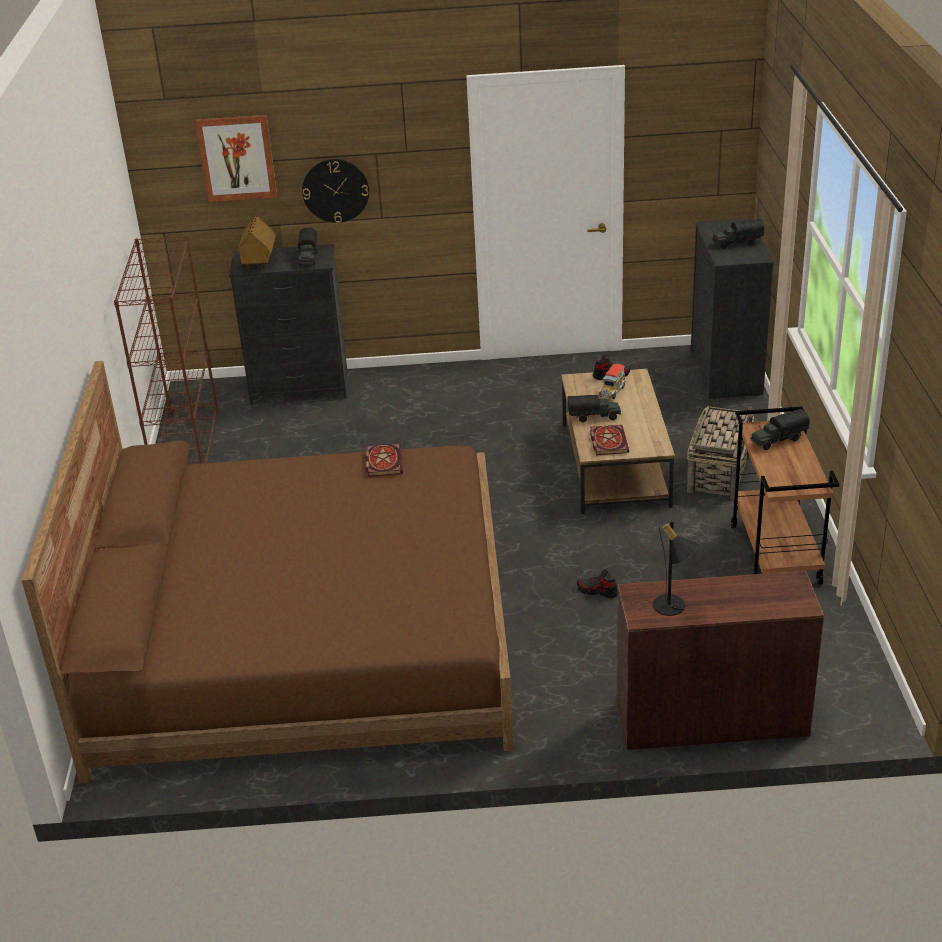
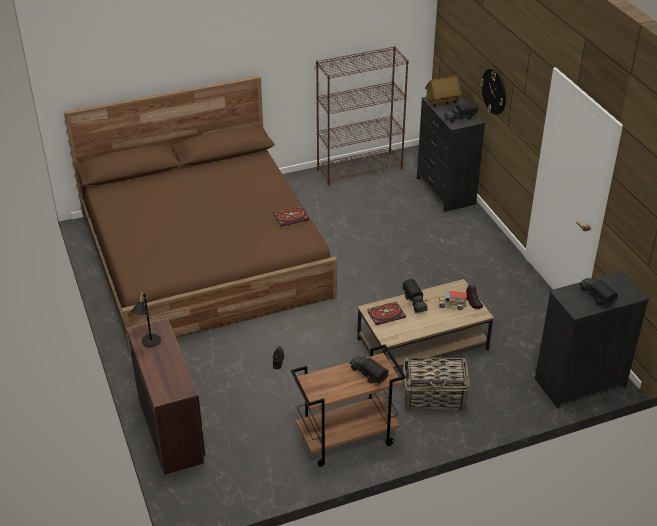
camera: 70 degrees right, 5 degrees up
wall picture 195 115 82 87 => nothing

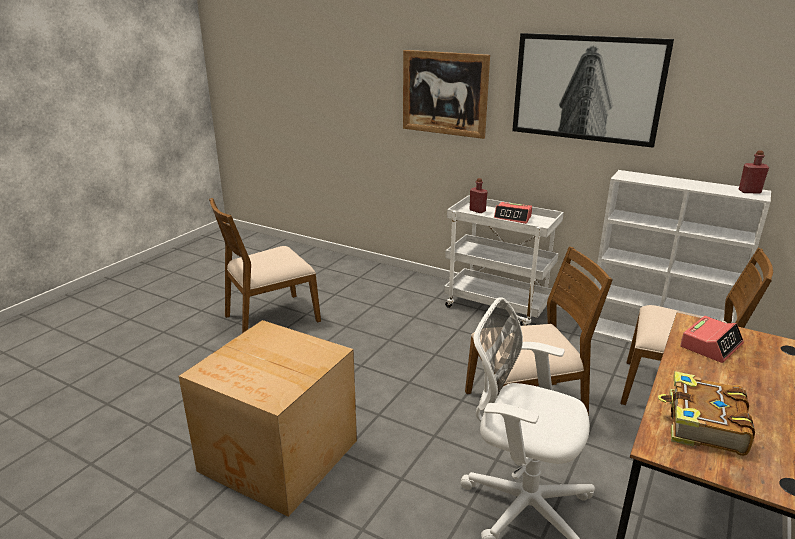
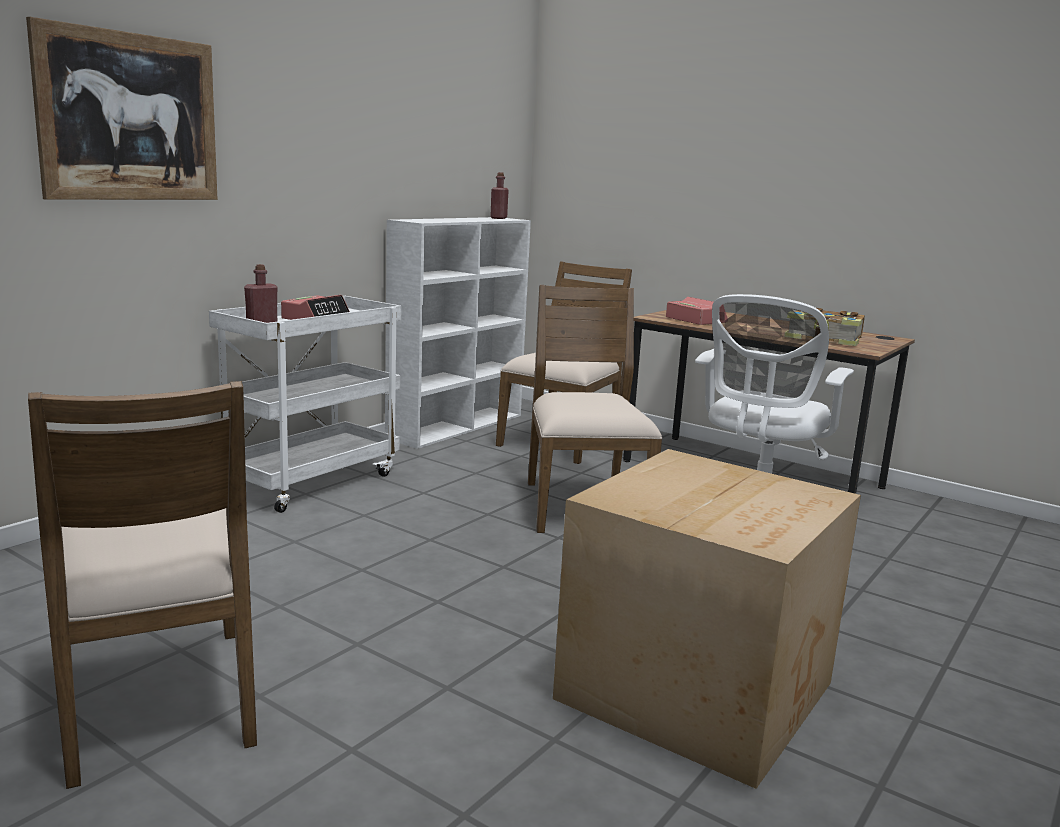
camera: 85 degrees left, 10 degrees down
wall picture 512 33 162 115 => nothing

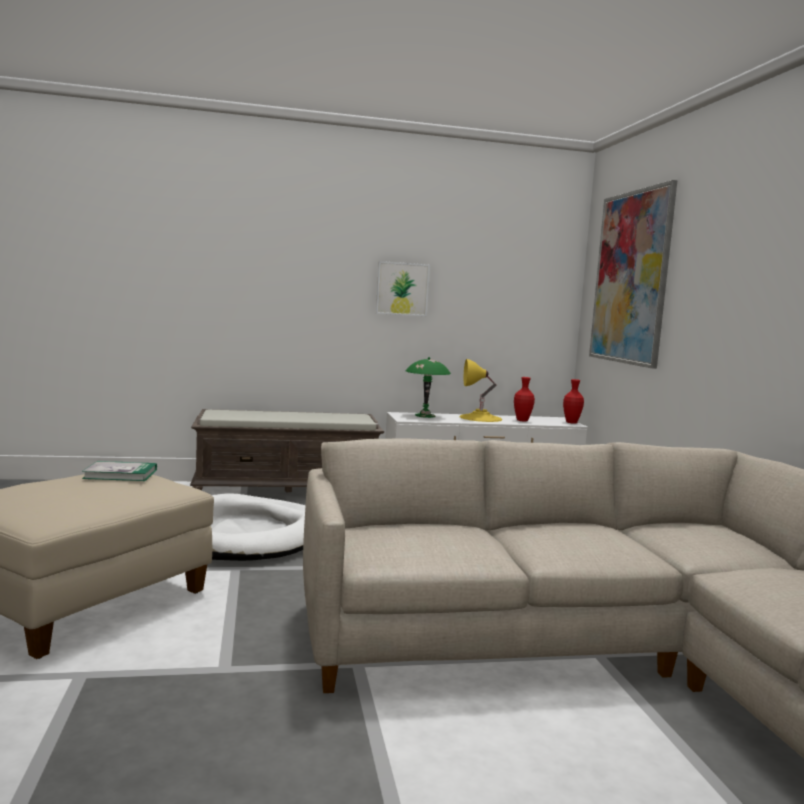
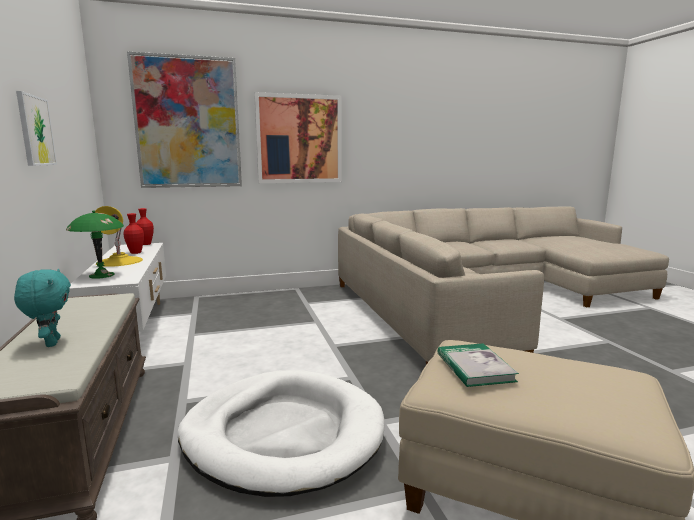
camera: 95 degrees left, 5 degrees up
nothing => turquoise-coloured soft toy 14 269 57 78
nothing => wall picture 254 92 88 91

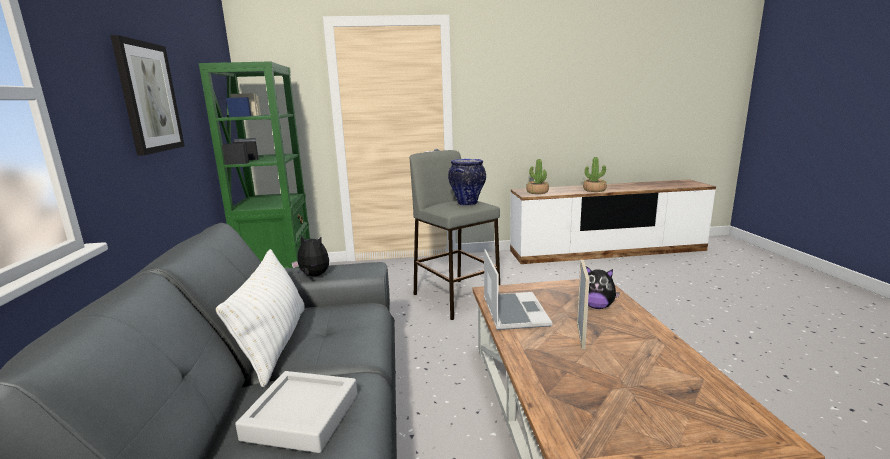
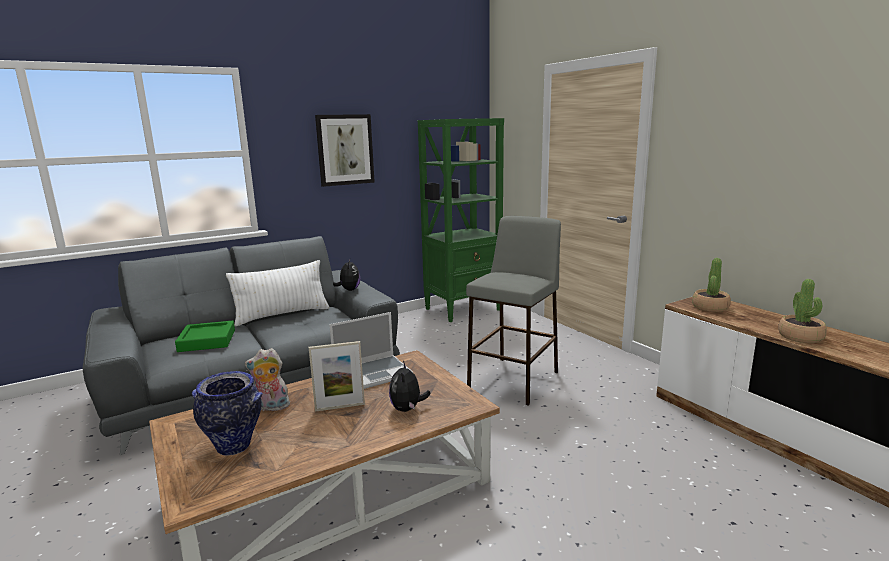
camera: 65 degrees right, 0 degrees up
greyish serving tray 235 371 122 82 => greenish serving tray 175 321 60 31
vase 448 159 38 47 => vase 191 371 72 85, relocated
nothing => soft toy 245 348 45 63

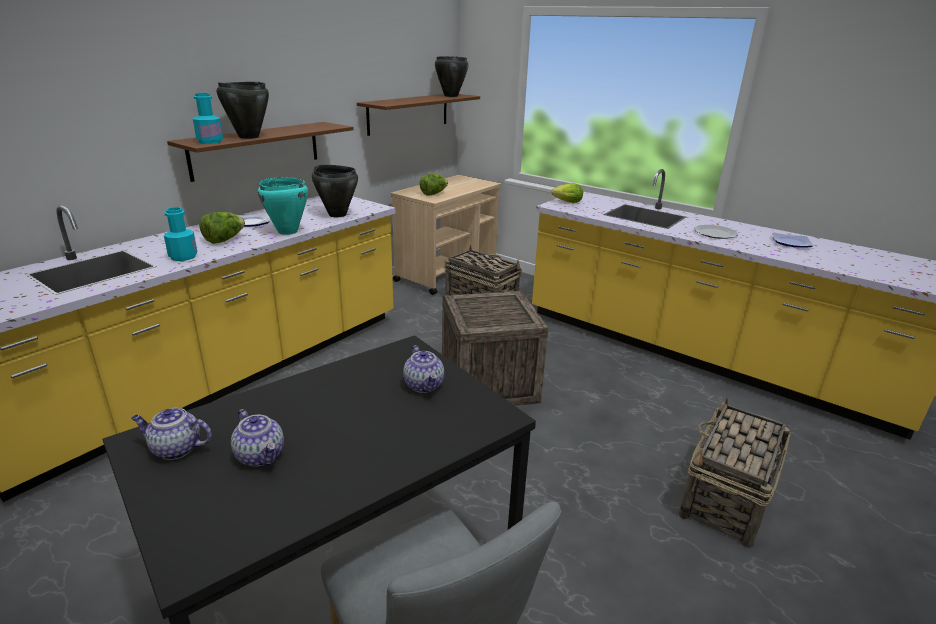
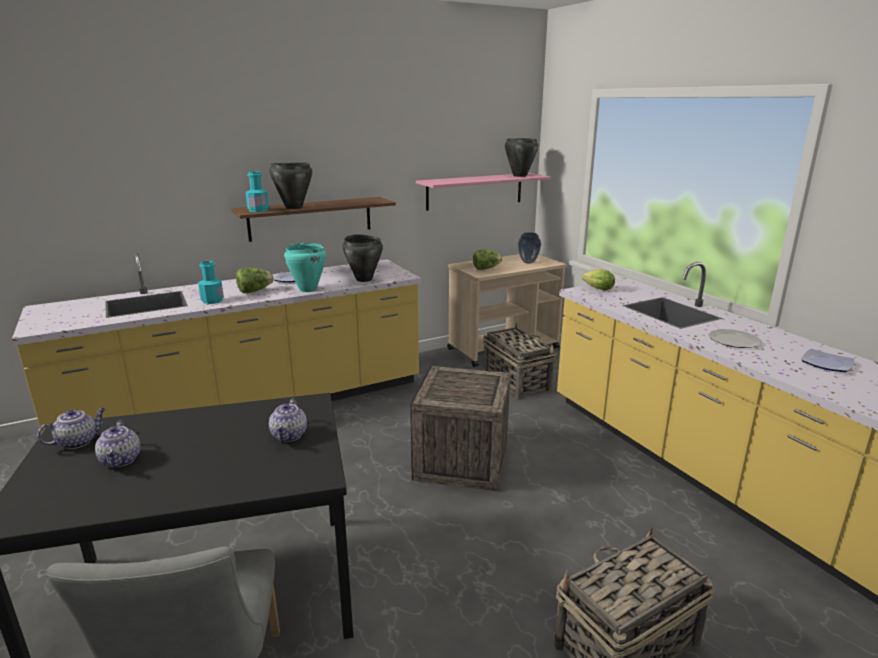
camera: 25 degrees right, 5 degrees down
teapot 131 408 81 52 => teapot 37 408 69 41, 105 degrees clockwise
brown bracket shelf 357 94 123 42 => pink-coloured bracket shelf 416 173 135 38
nothing => vase 518 232 23 31

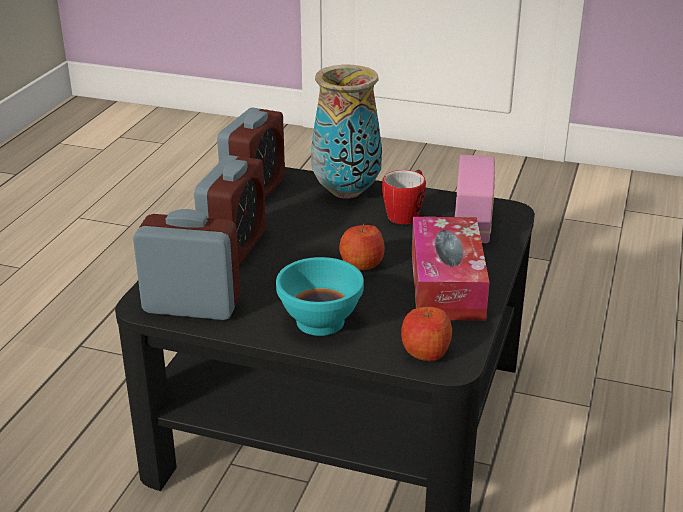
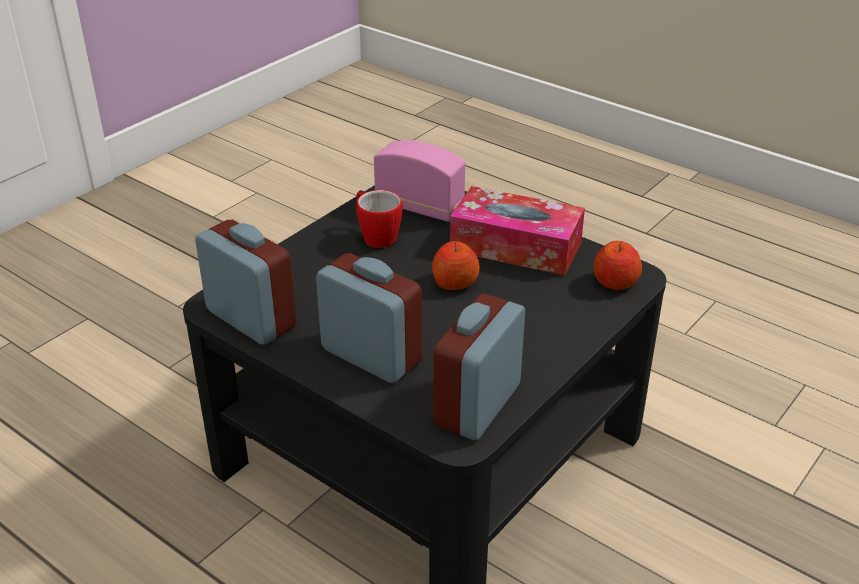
camera: 70 degrees left, 5 degrees up
turquoise-coloured deep dish 276 257 88 79 => nothing
vase 311 65 71 134 => nothing

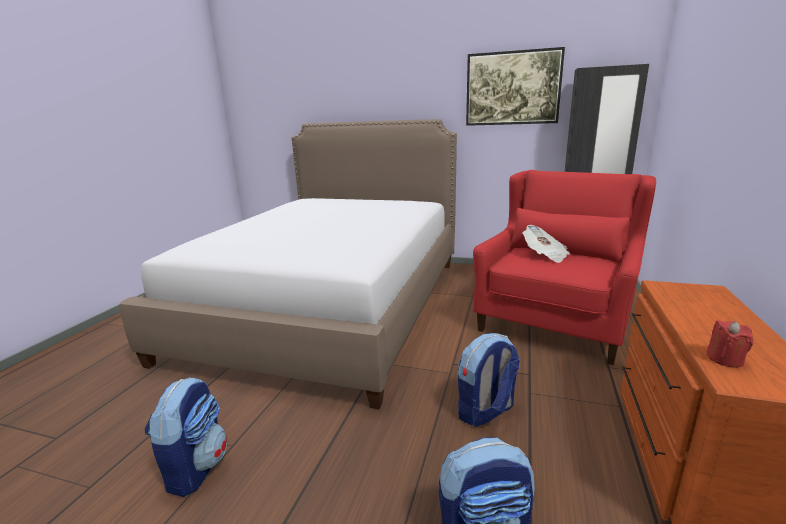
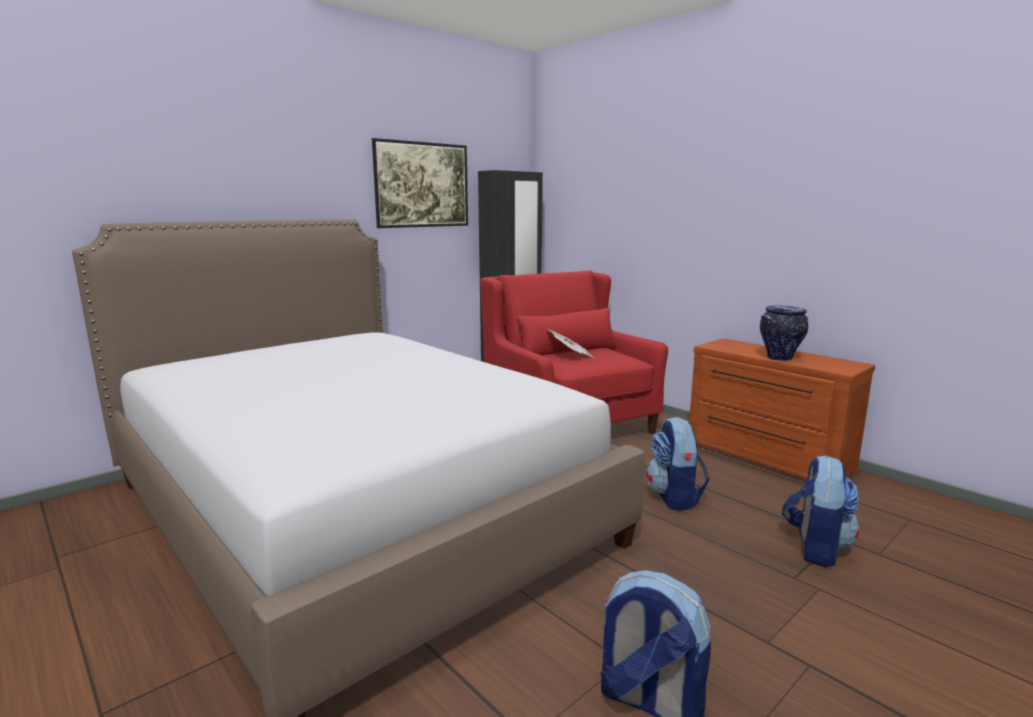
camera: 60 degrees left, 5 degrees down
reddish wax candle 706 320 47 48 => nothing
nothing => vase 760 305 48 56

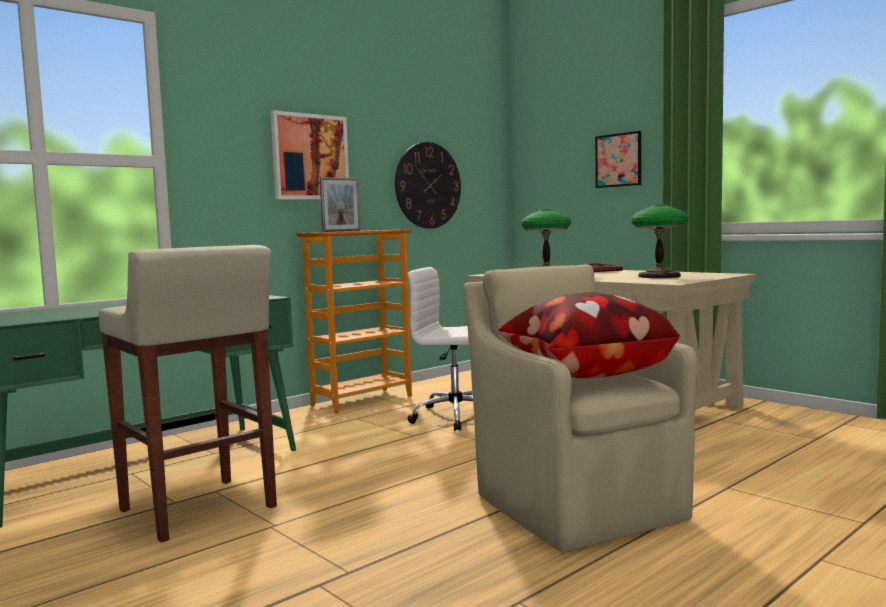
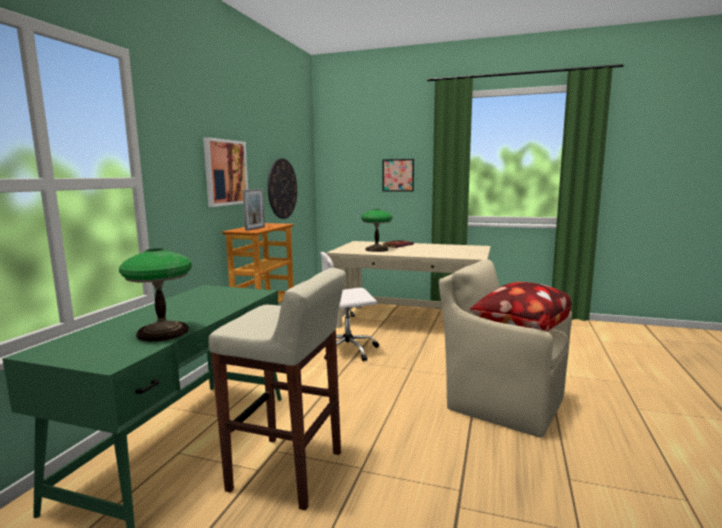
camera: 30 degrees left, 5 degrees up
table lamp 631 205 58 73 => table lamp 119 249 73 92, relocated

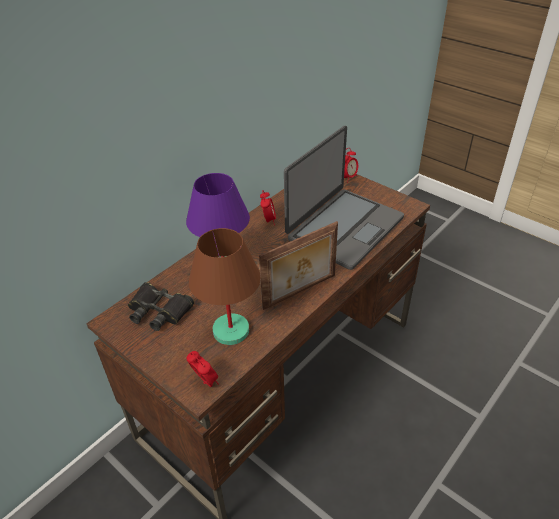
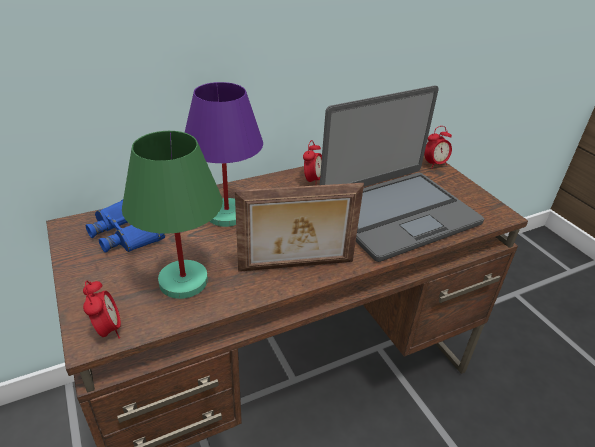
camera: 20 degrees right, 5 degrees down
black-coloured field glasses 128 282 66 49 => bluish field glasses 86 200 79 53
brown table lamp 189 228 72 117 => greenish table lamp 122 131 101 168

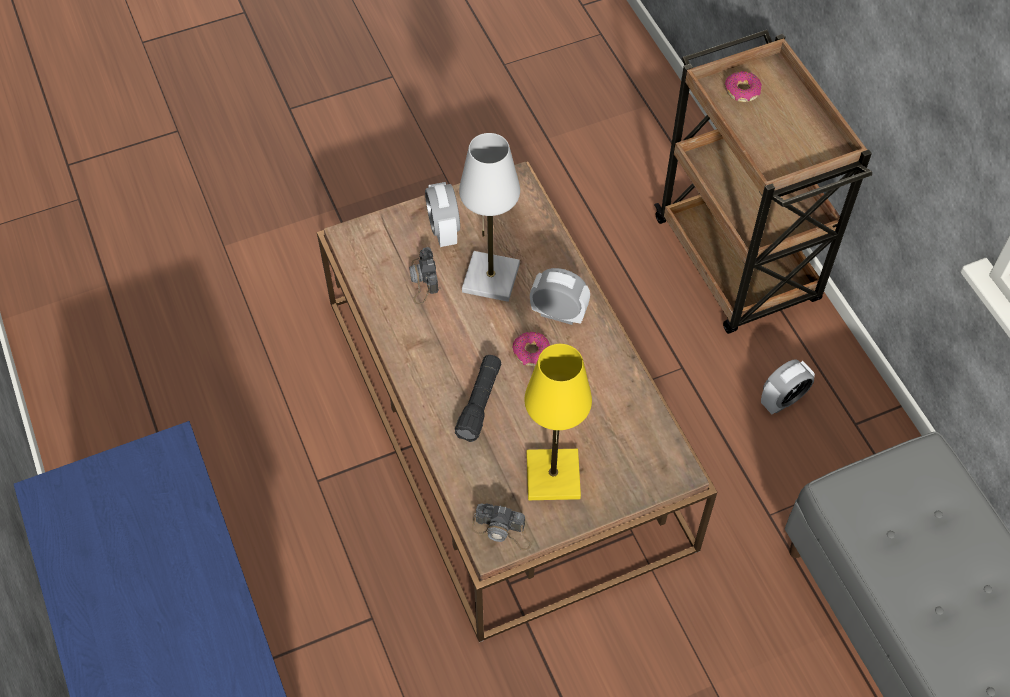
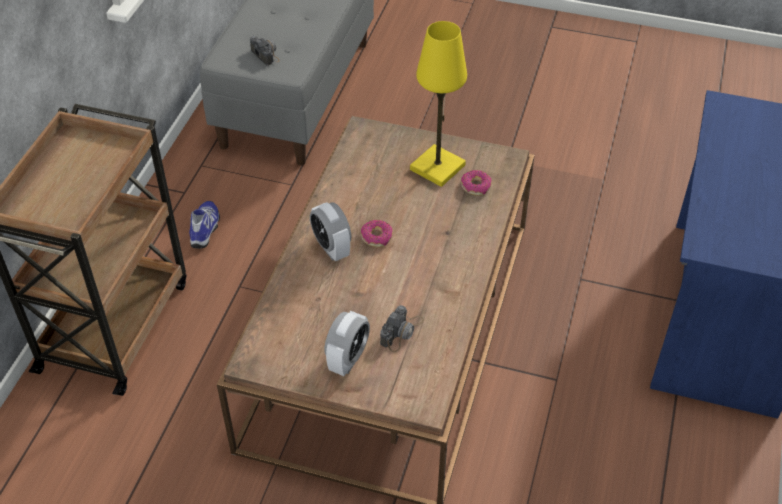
camera: 140 degrees left, 10 degrees down
black-coloured hand torch 455 355 46 87 => nothing
whitish table lamp 459 133 61 169 => nothing
photo camera 472 503 59 47 => photo camera 250 36 30 29, relocated
ring doughnut 725 71 37 31 => ring doughnut 461 170 31 26, relocated
bedside clock 761 359 54 55 => shoe 189 201 31 48

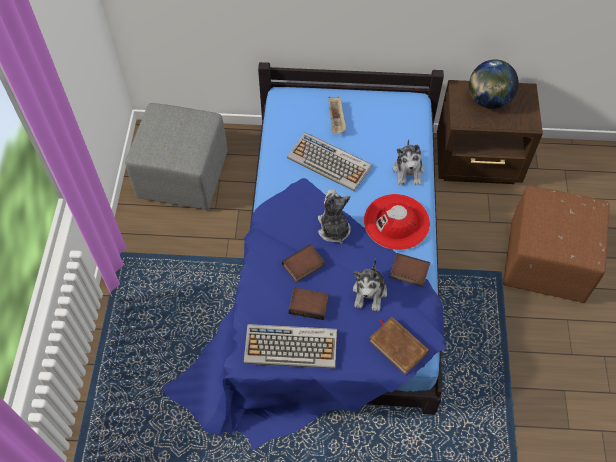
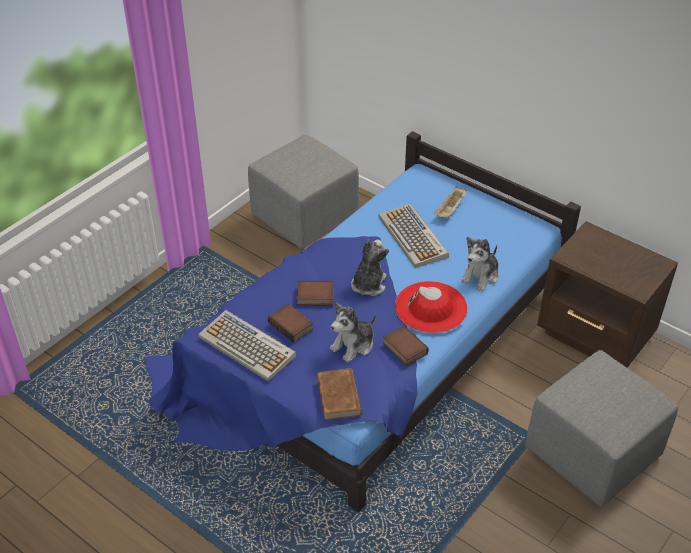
camera: 35 degrees right, 15 degrees down
globe 469 60 50 49 => nothing
brown ottoman 503 186 107 117 => greyish ottoman 525 350 154 157

